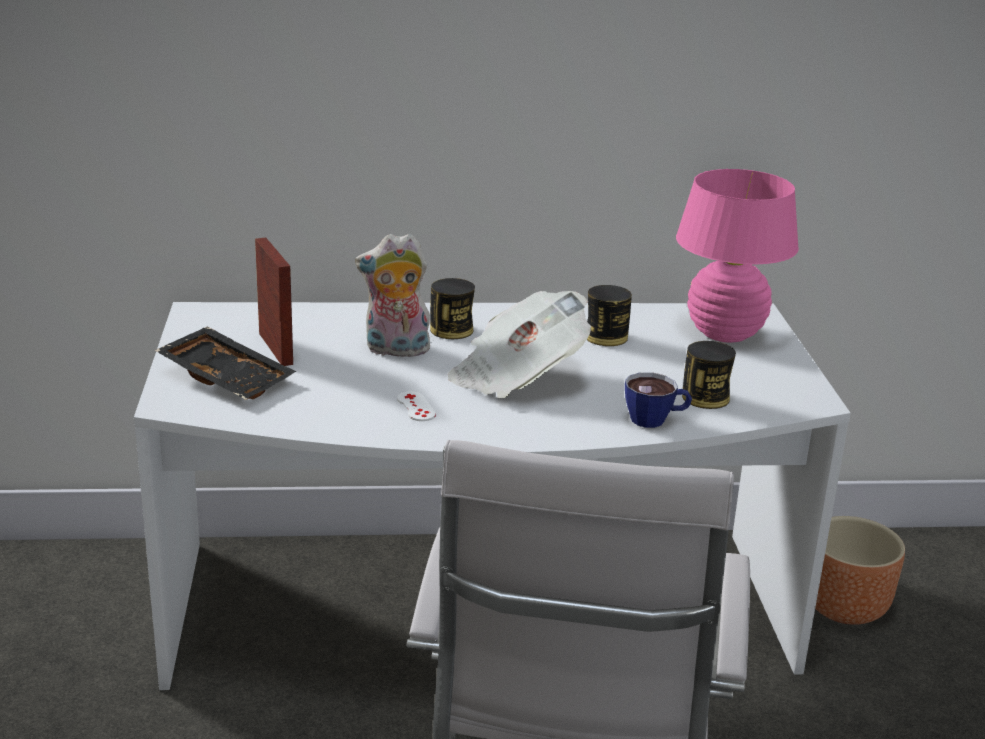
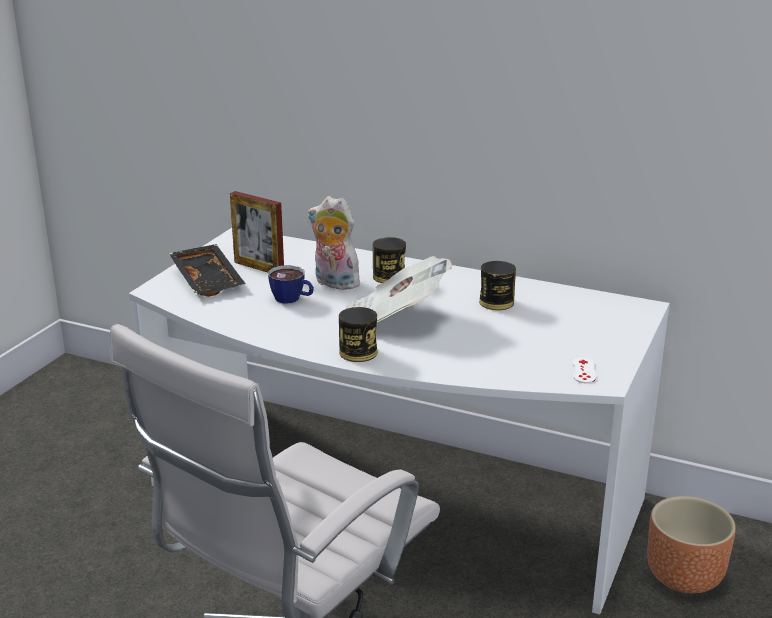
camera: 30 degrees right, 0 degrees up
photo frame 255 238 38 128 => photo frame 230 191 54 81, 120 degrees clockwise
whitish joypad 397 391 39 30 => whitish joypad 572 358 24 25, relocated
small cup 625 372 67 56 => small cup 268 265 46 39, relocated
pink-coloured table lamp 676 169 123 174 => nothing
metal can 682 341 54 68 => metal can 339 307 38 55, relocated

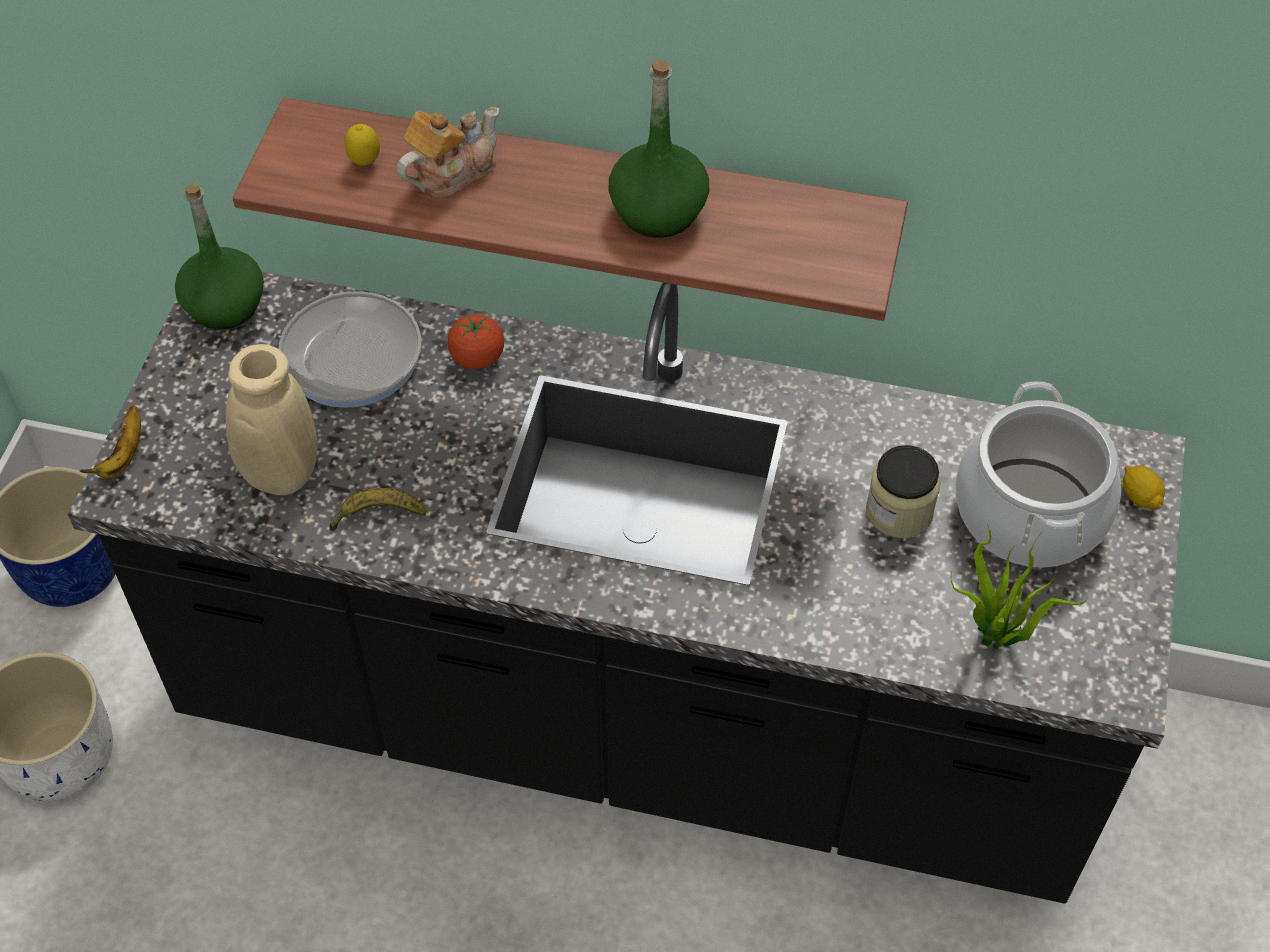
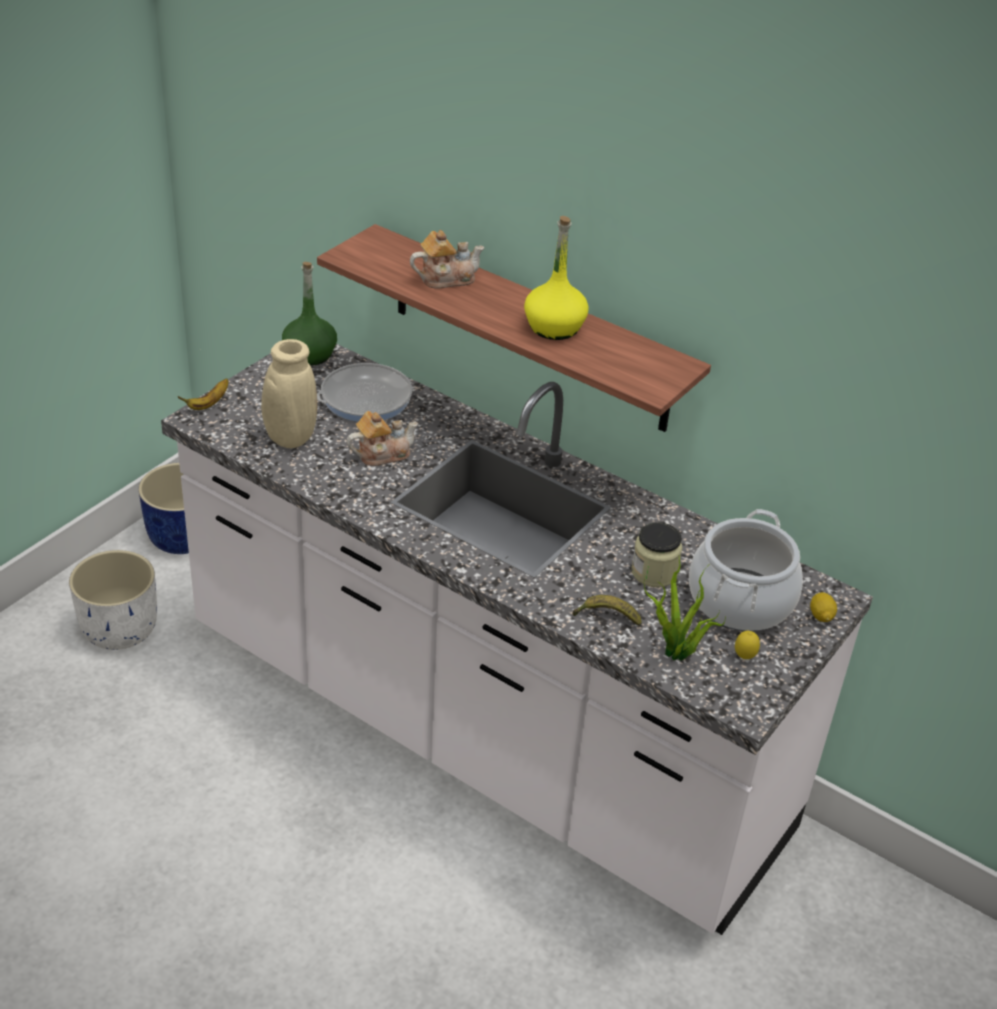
camera: 20 degrees right, 15 degrees down
black-coloured kitchen counter 68 272 1117 632 => whitish kitchen counter 161 344 712 591
banana 330 488 96 43 => banana 572 595 70 31, relocated
citrus fruit 344 124 36 42 => citrus fruit 735 631 25 28, relocated
fresh tomato 447 314 57 55 => nothing
greenish drink bottle 609 60 100 178 => yellow-coloured drink bottle 524 216 65 124
nothing => teapot 346 411 72 55

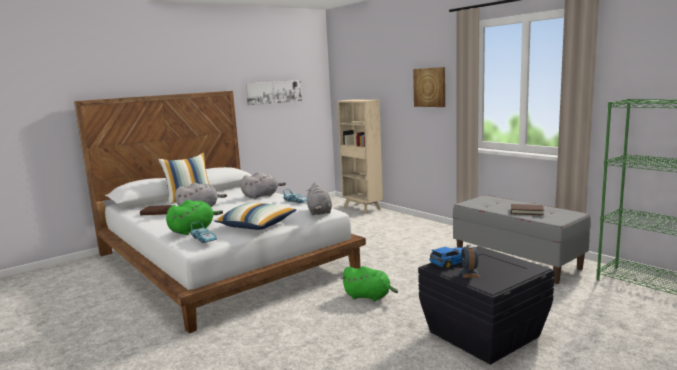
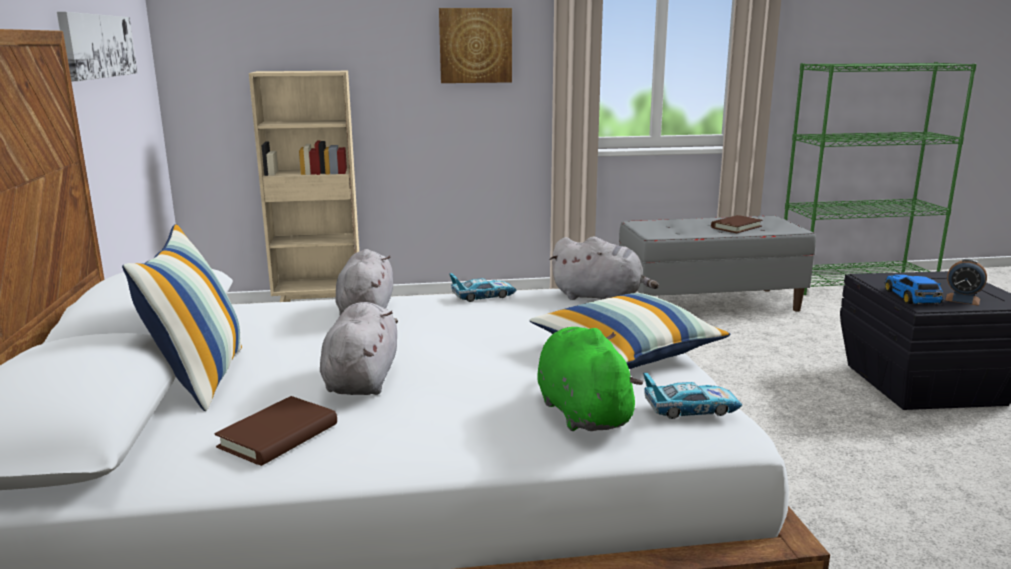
camera: 60 degrees left, 5 degrees up
greenish soft toy 342 266 56 35 => nothing

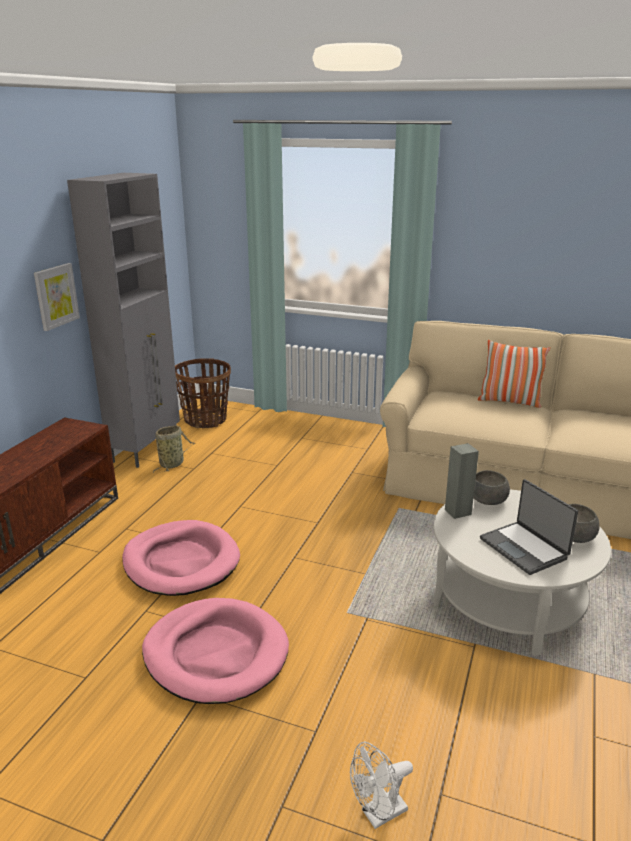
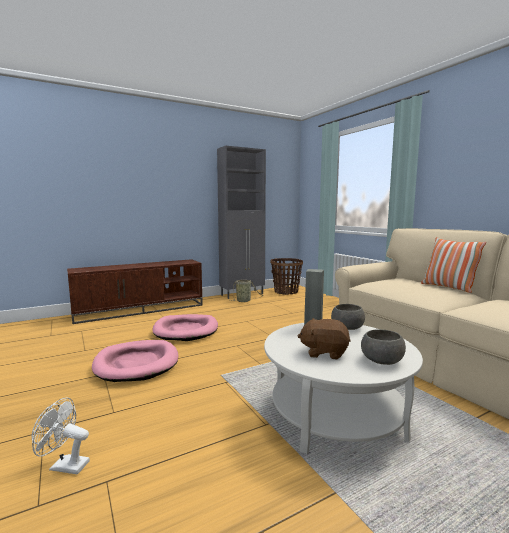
camera: 40 degrees right, 15 degrees down
wall picture 34 263 46 68 => nothing
portable computer 480 479 98 96 => brown soft toy 298 318 53 42

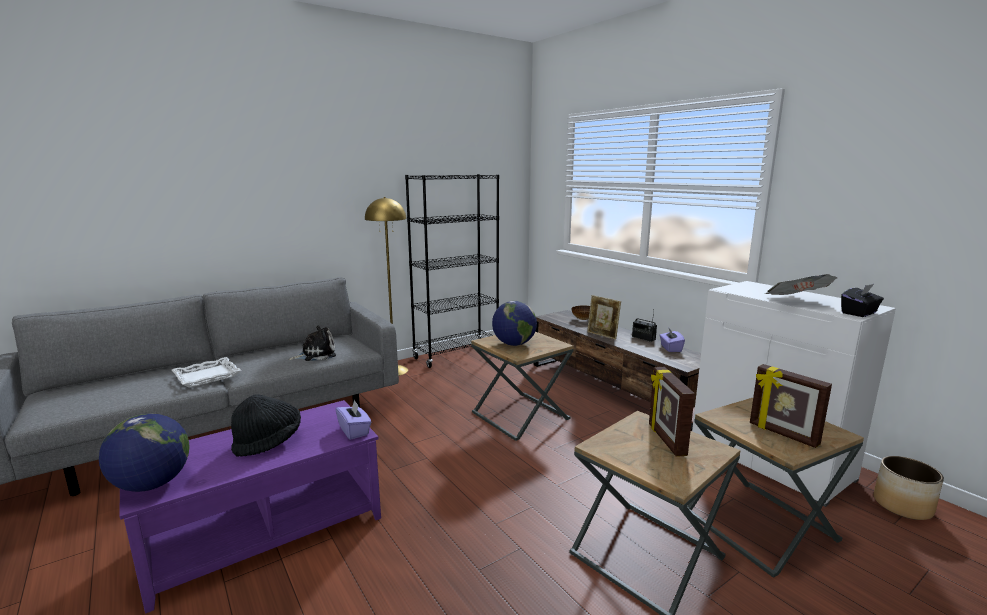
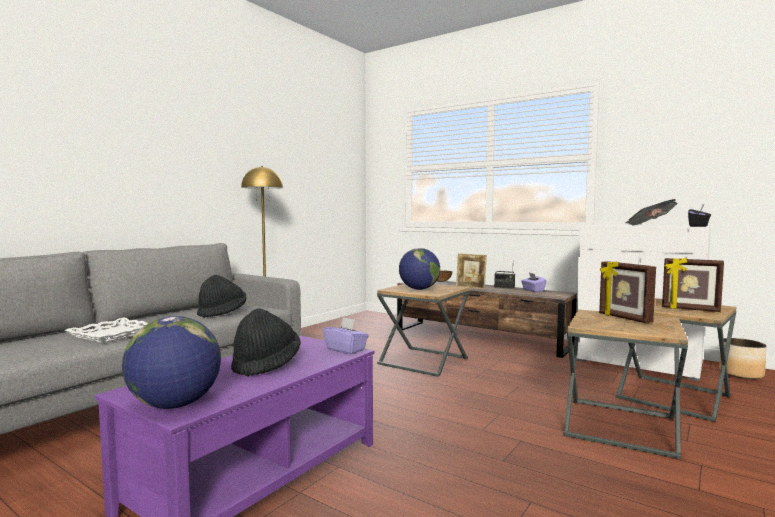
camera: 20 degrees left, 10 degrees down
soft toy 288 326 48 35 => black-coloured hat 197 275 49 43
black-coloured shelving unit 405 174 94 194 => nothing

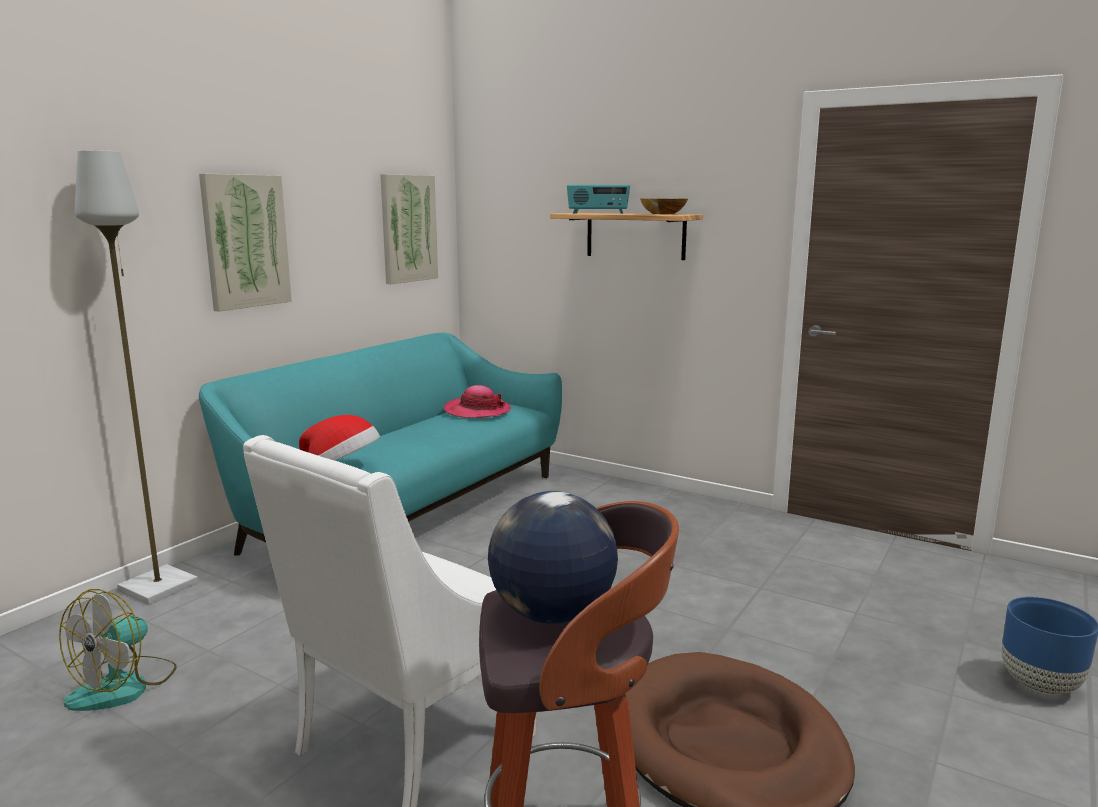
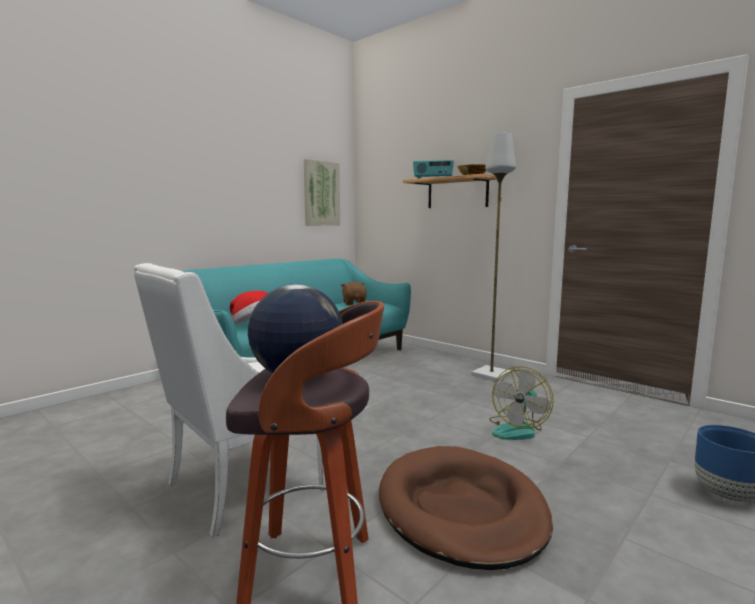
camera: 10 degrees right, 5 degrees down
cooling fan 59 589 118 122 => cooling fan 489 366 65 74, relocated
greyish floor lamp 75 150 123 455 => greyish floor lamp 471 133 45 249, relocated
wall picture 199 173 93 139 => nothing
hat 444 385 67 33 => brown soft toy 341 281 26 24

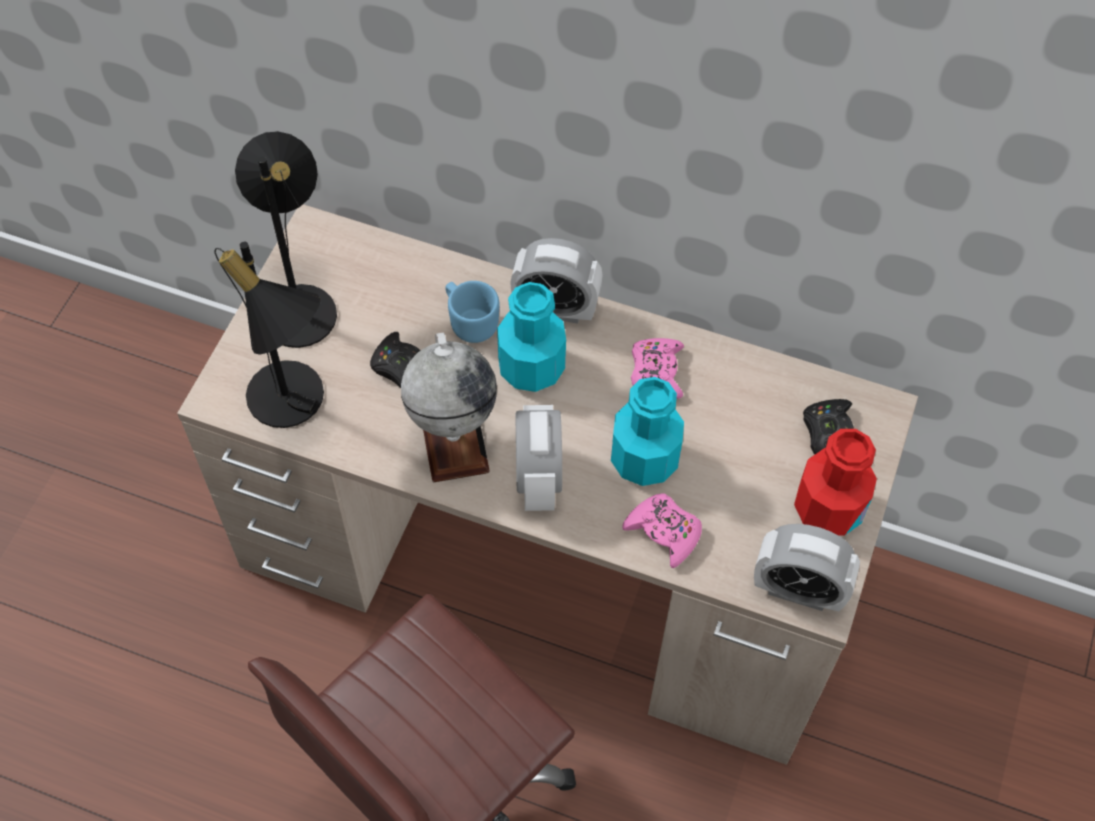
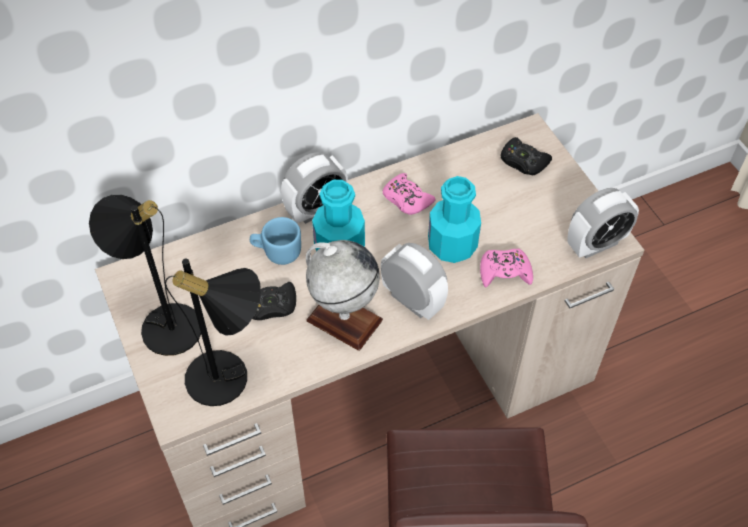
camera: 45 degrees left, 5 degrees down
reddish drink bottle 794 429 83 107 => nothing

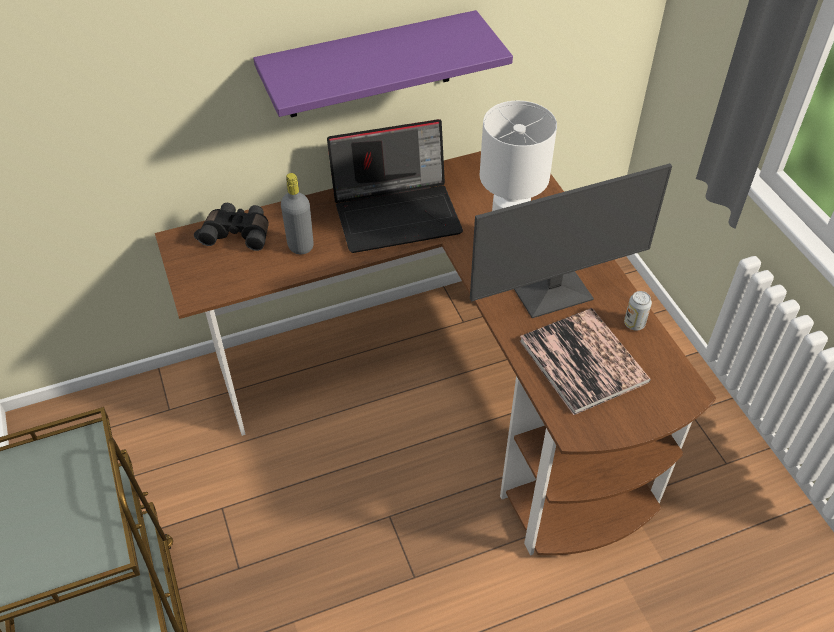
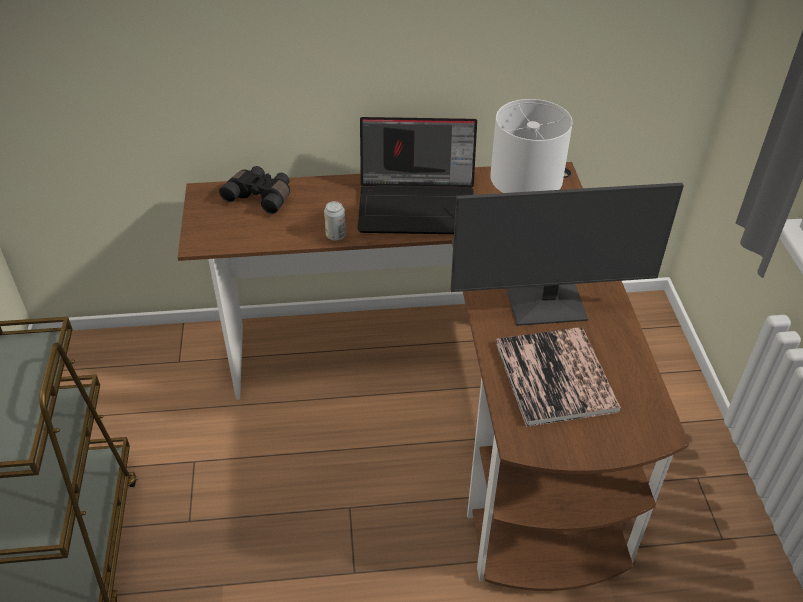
camera: 15 degrees right, 5 degrees down
purplish bracket shelf 253 10 260 107 => nothing
greyish drink bottle 281 173 33 82 => nothing
metal can 624 291 28 40 => metal can 324 201 22 40, relocated

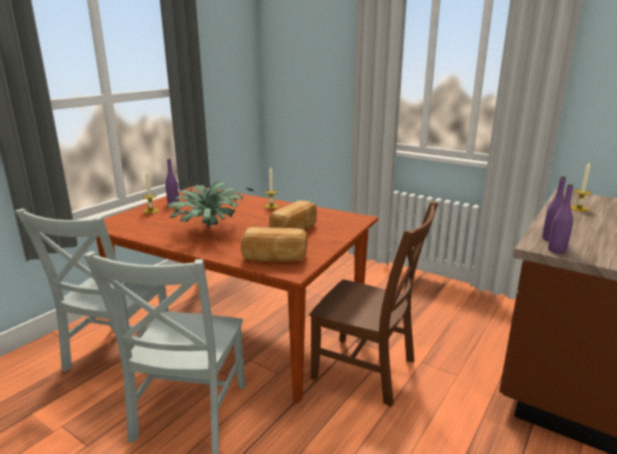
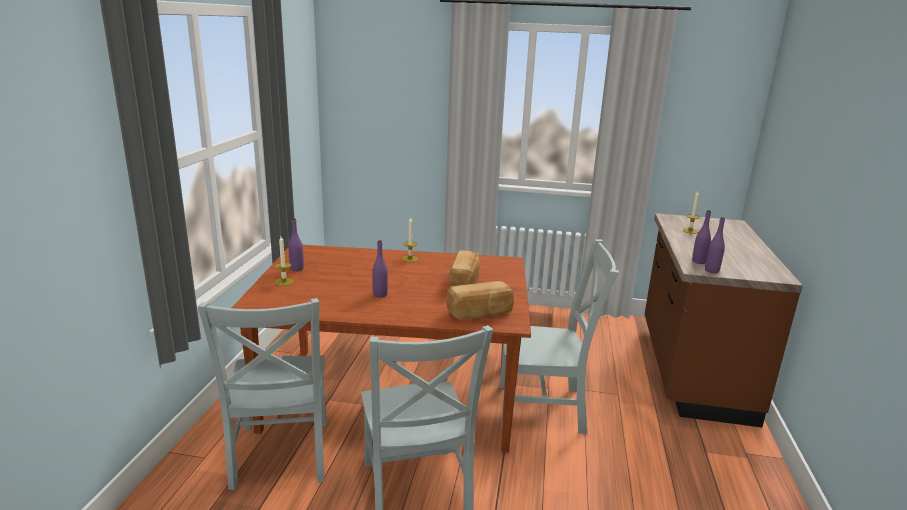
camera: 25 degrees left, 0 degrees up
potted plant 167 181 87 47 => purplish drink bottle 372 240 16 57
brown plain chair 309 202 130 205 => greyish plain chair 500 239 119 196

